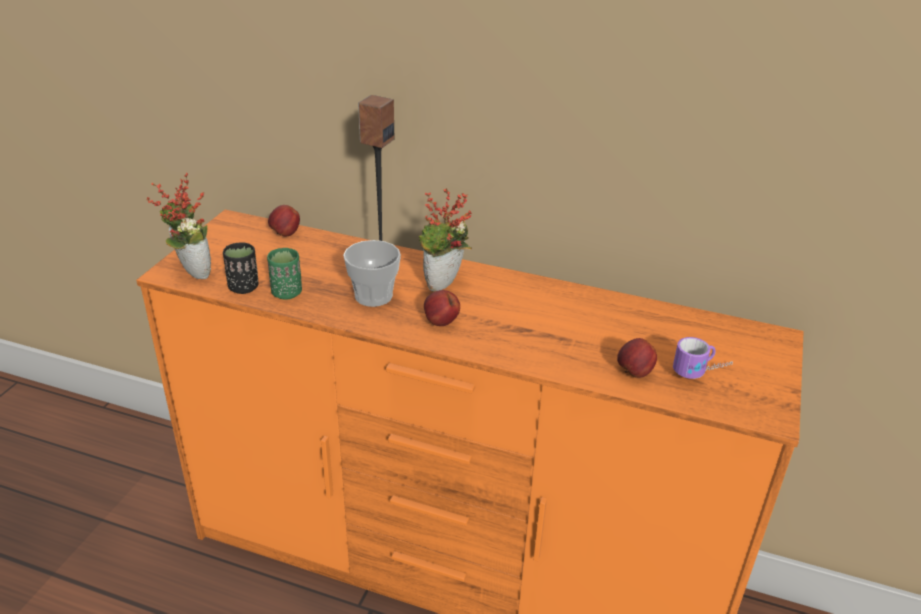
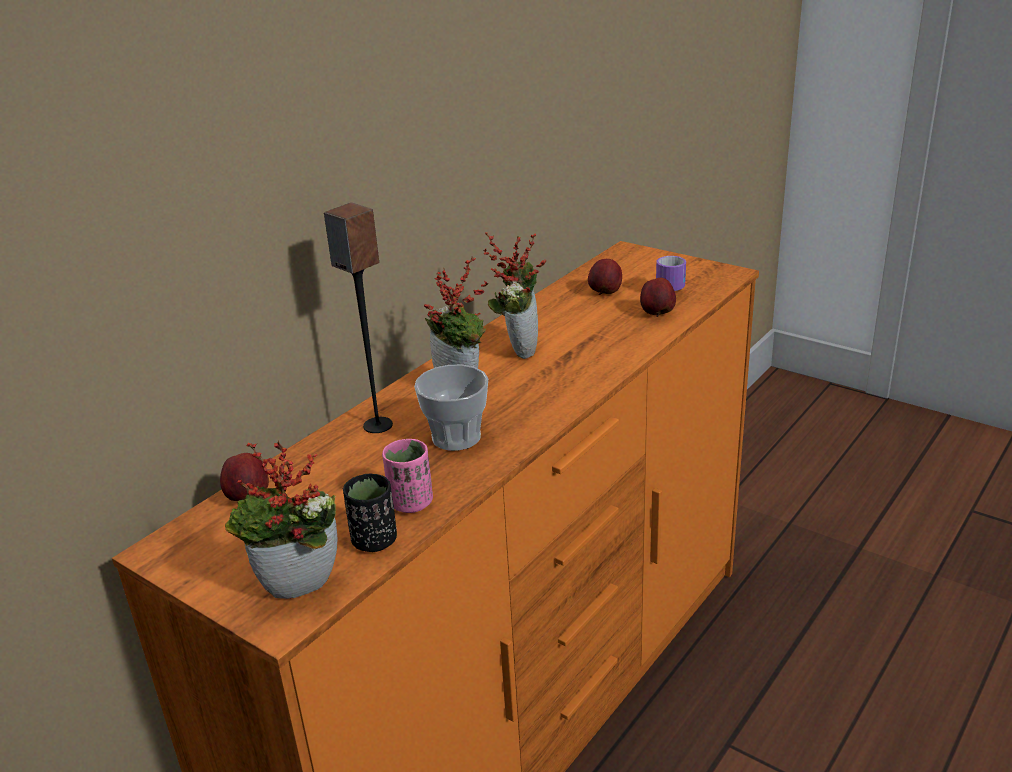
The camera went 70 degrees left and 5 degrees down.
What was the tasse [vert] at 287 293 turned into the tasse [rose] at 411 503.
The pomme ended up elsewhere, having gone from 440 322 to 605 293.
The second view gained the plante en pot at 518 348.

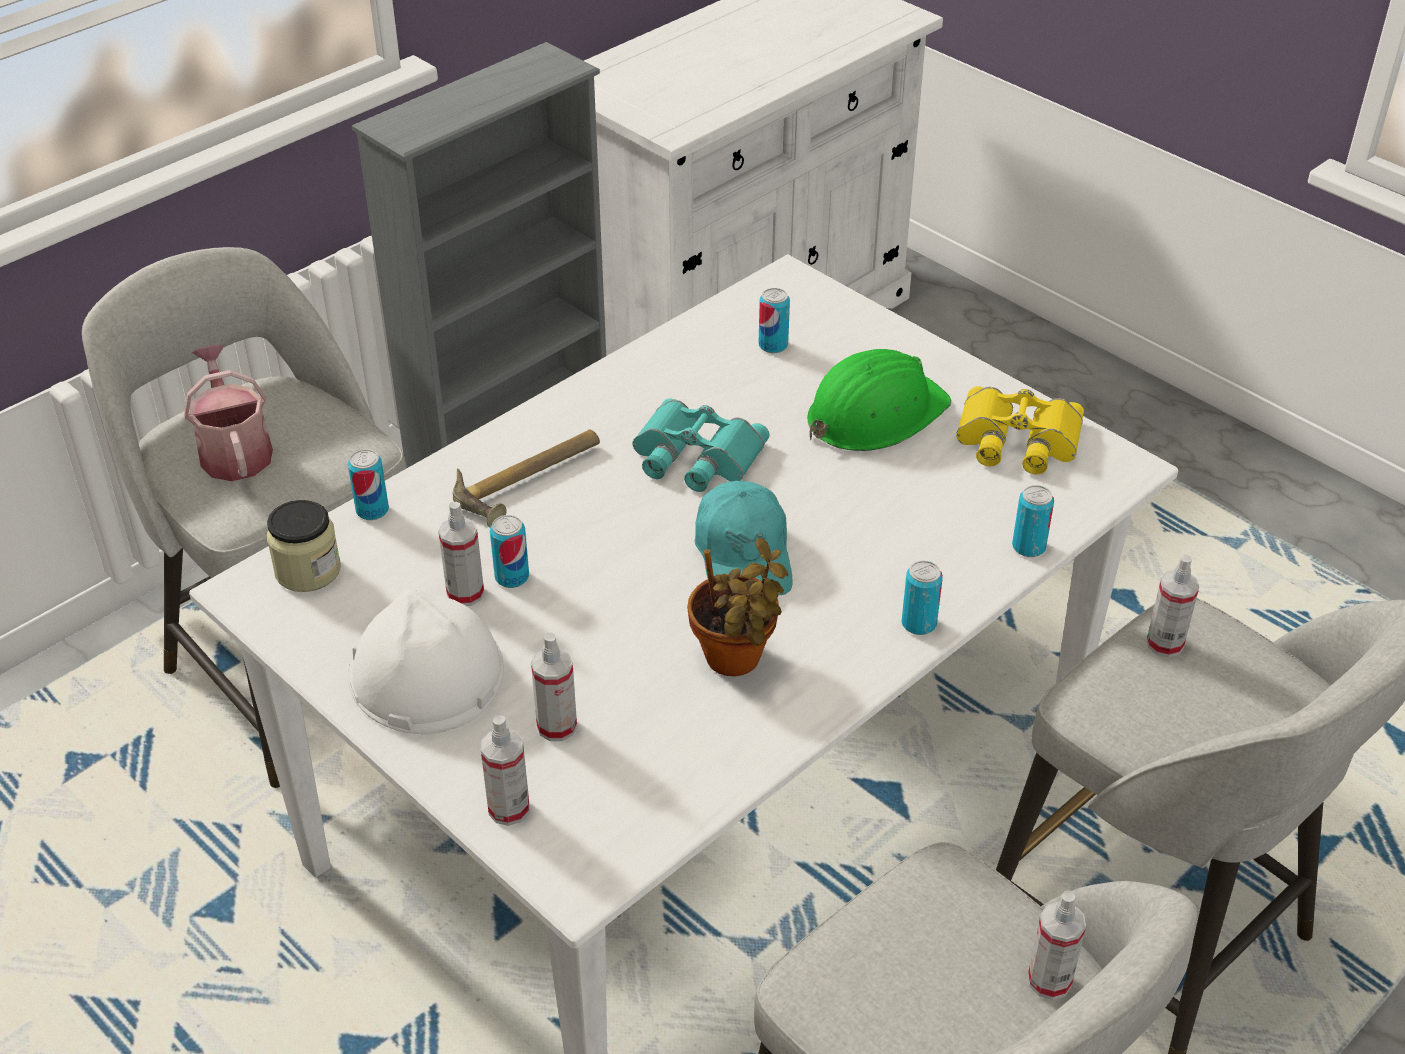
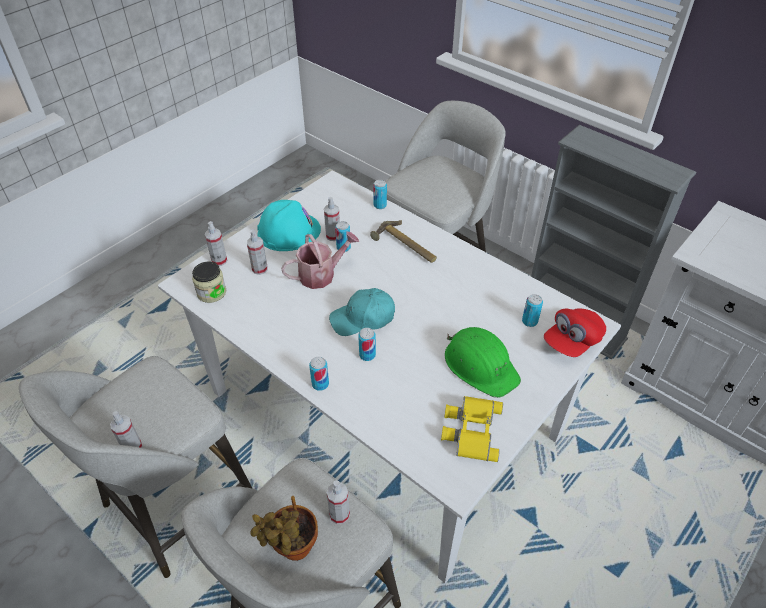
The camera went 85 degrees right and 5 degrees up.
The arrosoir ended up elsewhere, having gone from 234 450 to 321 274.
The bocal ended up elsewhere, having gone from 308 570 to 211 292.
What was the casque de chantier [blanc] at 425 673 turned into the casque de chantier [turquoise] at 288 231.
The second view lost the jumelles [turquoise] at 694 457.
The plante en pot ended up elsewhere, having gone from 736 661 to 293 548.
The boîte métallique ended up elsewhere, having gone from 1028 547 to 367 355.
The second view gained the casquette [rouge] at 572 341.

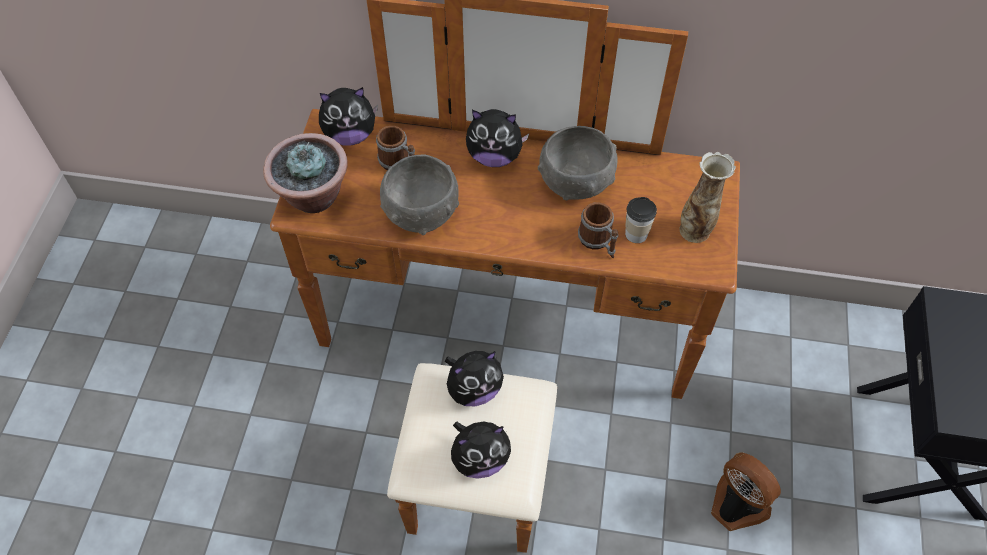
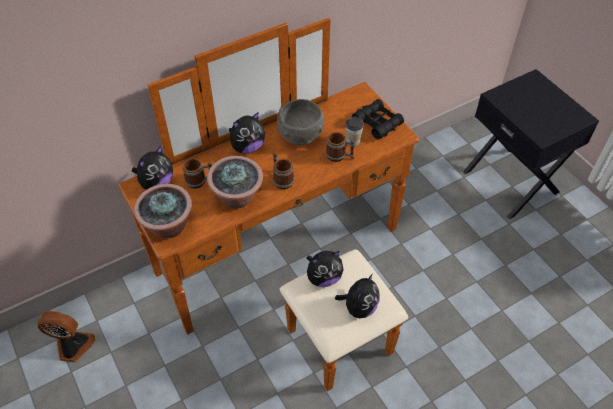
The camera went 40 degrees left and 5 degrees down.
Where the bol [gris] stood at 421 213, the plante en pot came to stand at 237 197.
The peluche at 474 389 ended up facing another way, 45 degrees clockwise from before.
Where the vase stood at 695 230, the jumelles [noir] came to stand at 377 123.
The ventilateur ended up elsewhere, having gone from 735 506 to 73 347.
The second view gained the mug at 281 179.

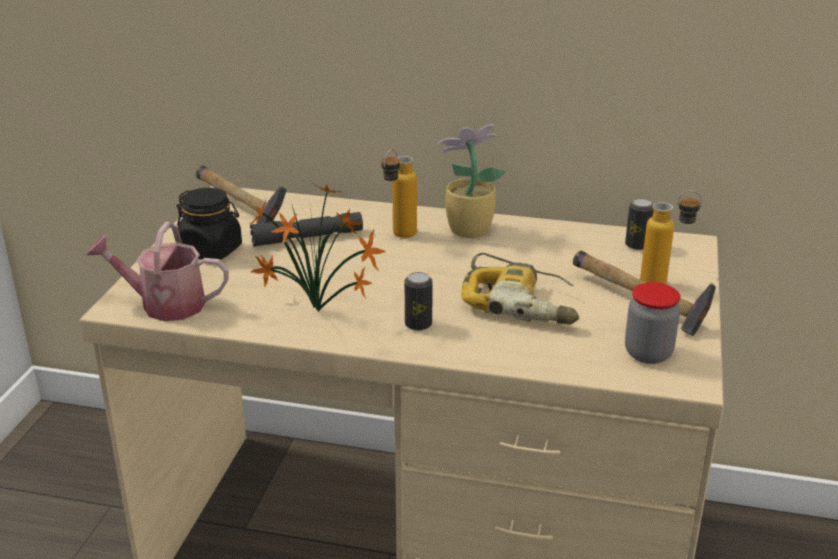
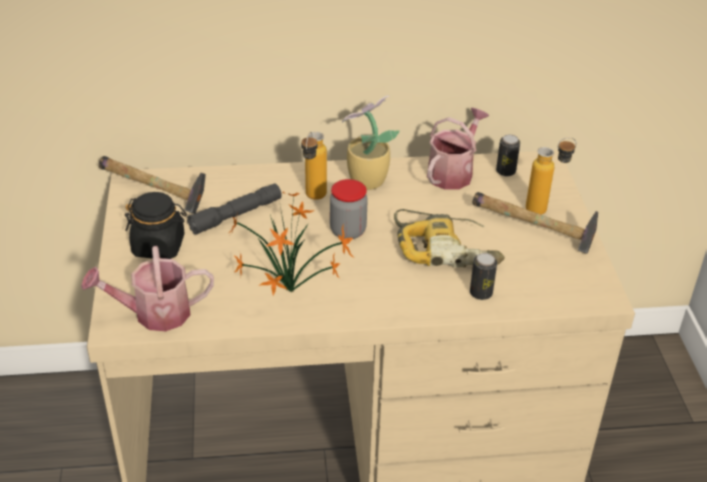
The camera went 20 degrees left and 10 degrees up.
The boîte métallique ended up elsewhere, having gone from 418 324 to 481 293.
The bocal ended up elsewhere, having gone from 648 353 to 348 231.
The second view gained the arrosoir at 453 172.

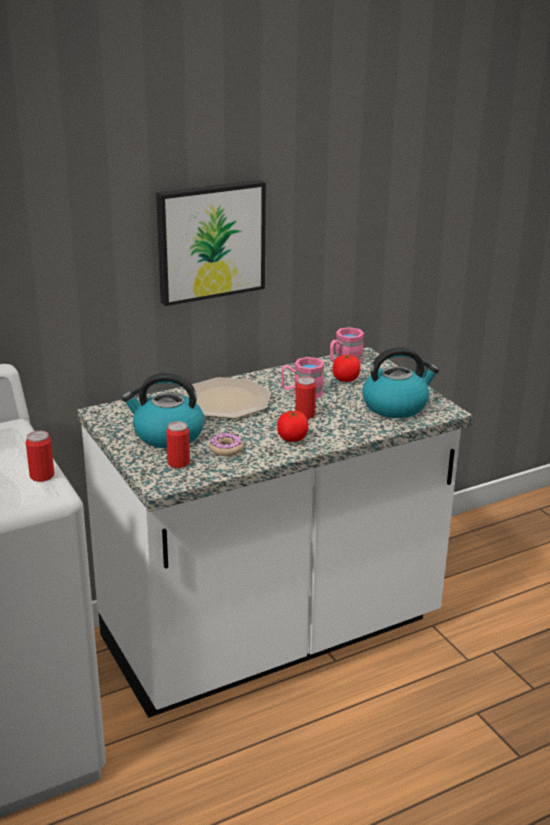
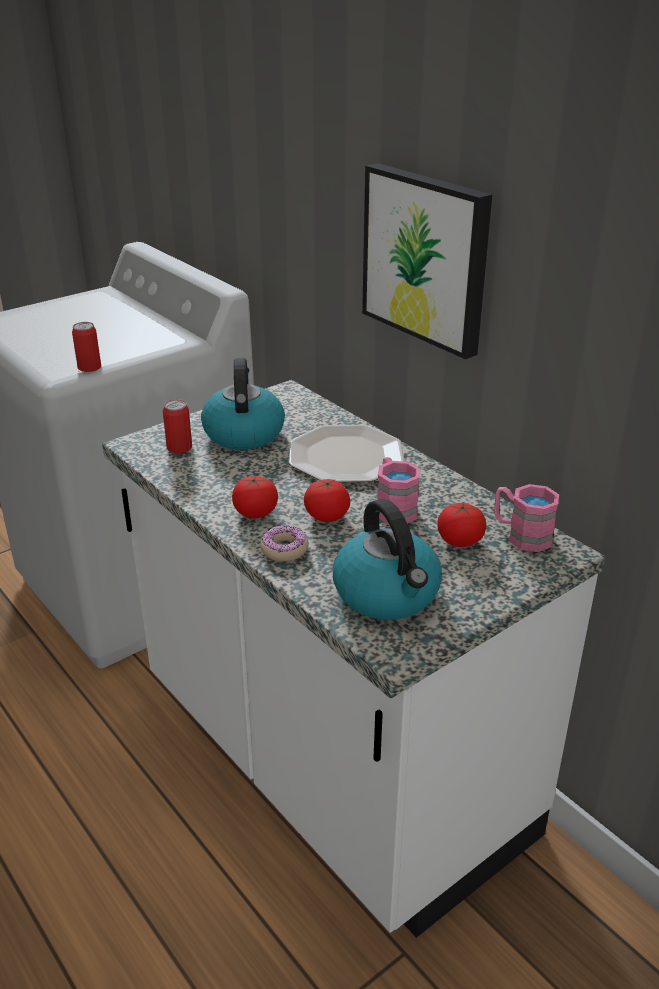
The camera went 80 degrees right and 5 degrees up.
The beignet ended up elsewhere, having gone from 226 449 to 284 549.
Where the boîte métallique stood at 305 415, the tomate came to stand at 326 516.

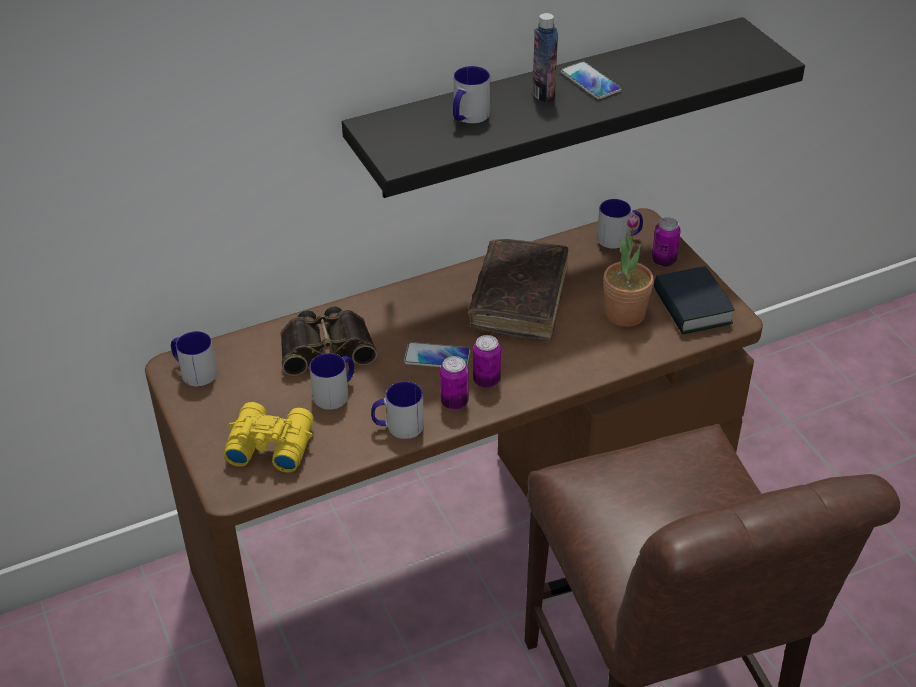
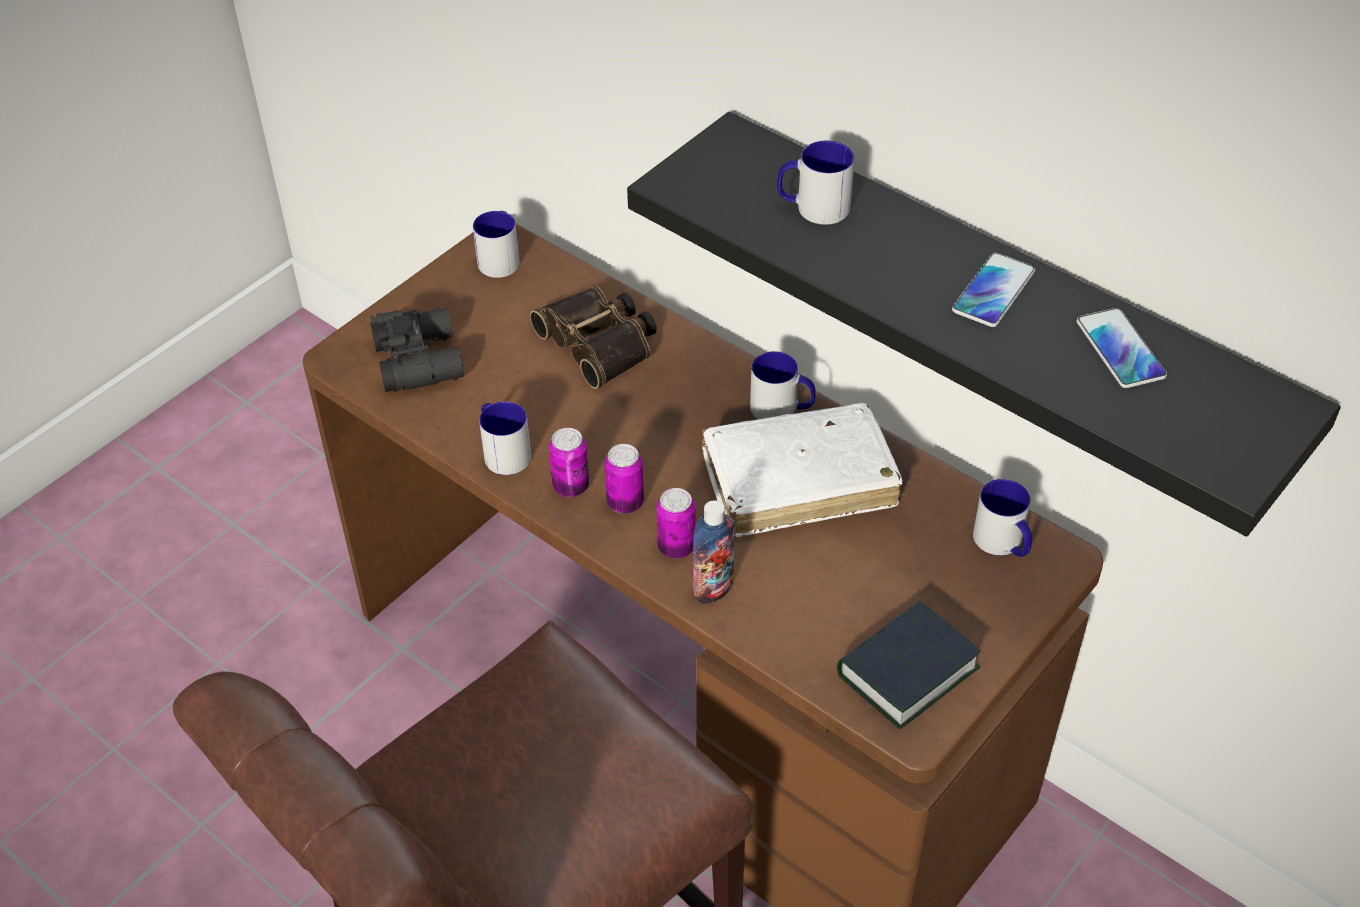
The camera went 65 degrees right and 5 degrees up.
What was the jumelles [jaune] at 269 444 turned into the jumelles [noir] at 421 359.
The mug ended up elsewhere, having gone from 336 393 to 782 409.
The téléphone ended up elsewhere, having gone from 437 357 to 1120 349.
What was the livre [marron] at 519 299 turned into the livre [blanc] at 799 481.
The bouteille ended up elsewhere, having gone from 543 94 to 713 588.
The second view lost the plante en pot at 624 314.
The boîte métallique ended up elsewhere, having gone from 663 261 to 676 547.

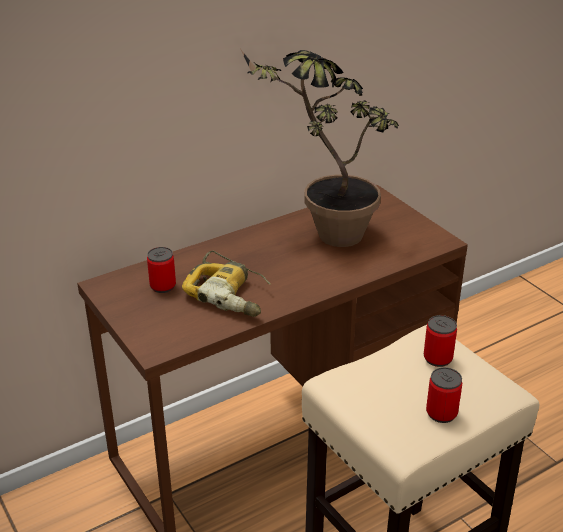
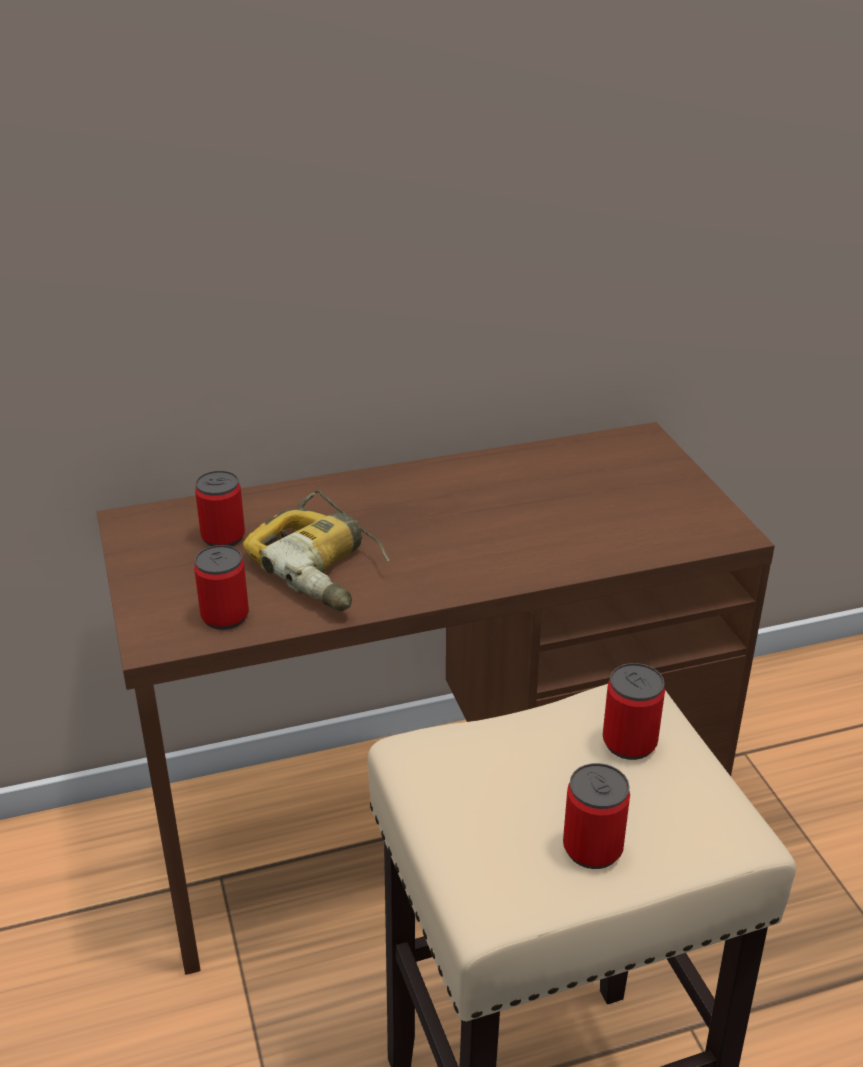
The camera went 15 degrees right and 0 degrees up.
The second view lost the plante en pot at 323 232.
The second view gained the boîte métallique at 225 616.

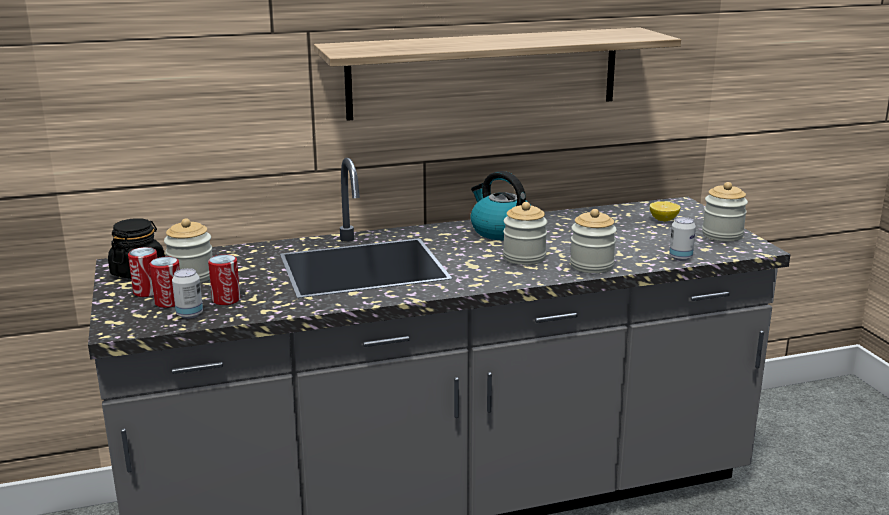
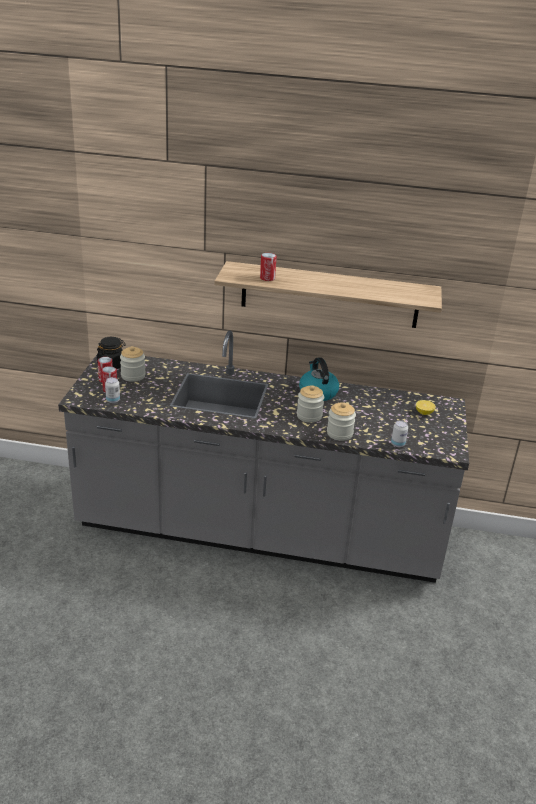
The camera went 25 degrees right and 10 degrees up.
The boîte métallique ended up elsewhere, having gone from 226 300 to 267 278.
The second view lost the bocal at 722 235.

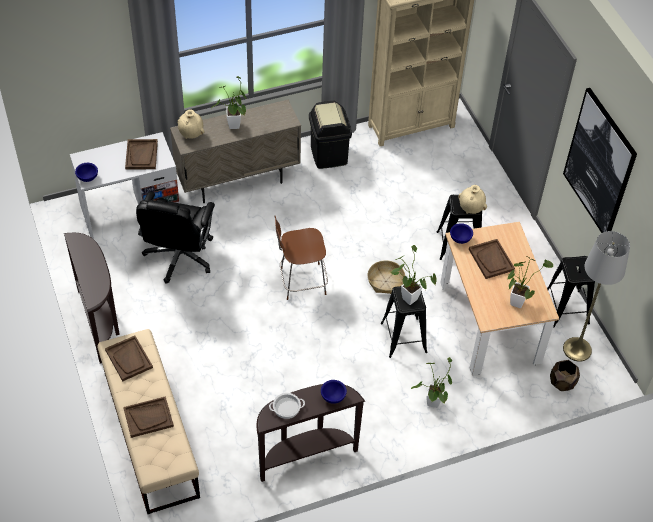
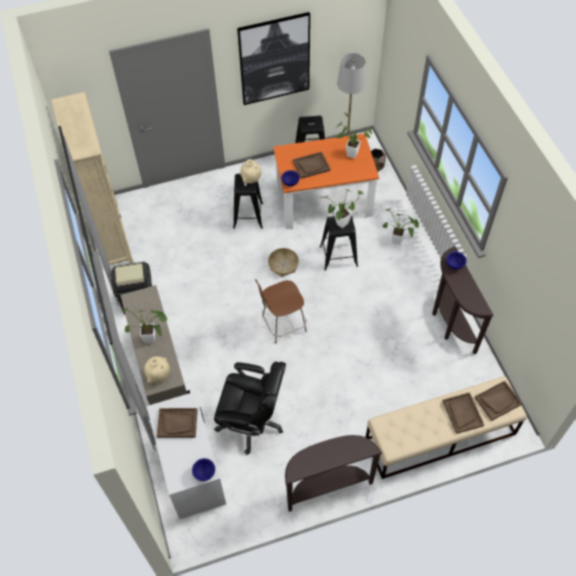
The camera went 85 degrees left and 5 degrees up.
The plateau [marron] ended up elsewhere, having gone from 129 359 to 498 401.
The second view lost the marmite at 286 408.
The chaise [marron] at 301 281 ended up facing another way, 75 degrees clockwise from before.
What was the table à manger [beige] at 489 322 turned into the table à manger [orange] at 323 202.

